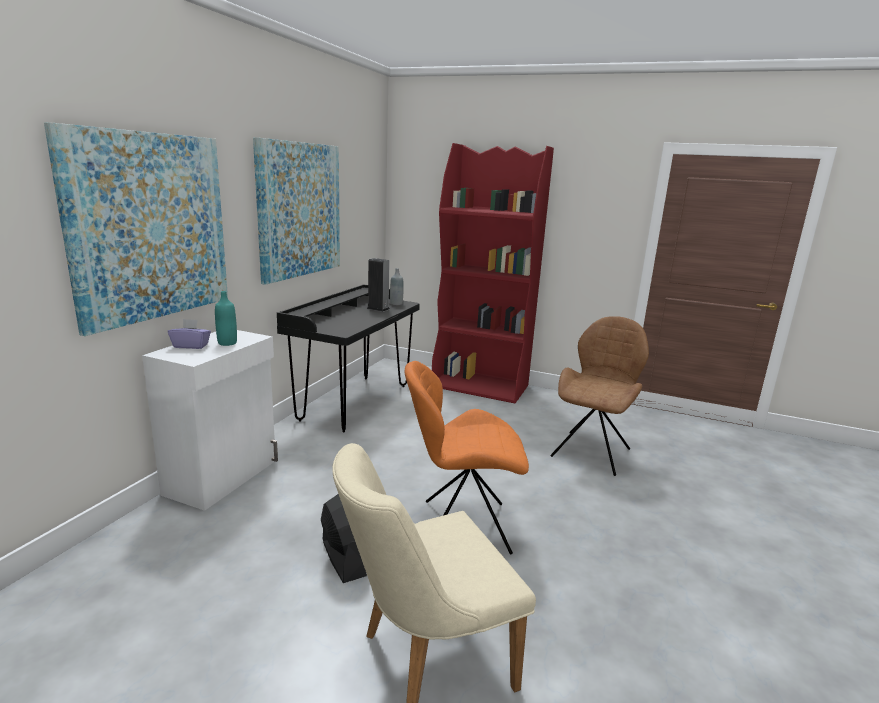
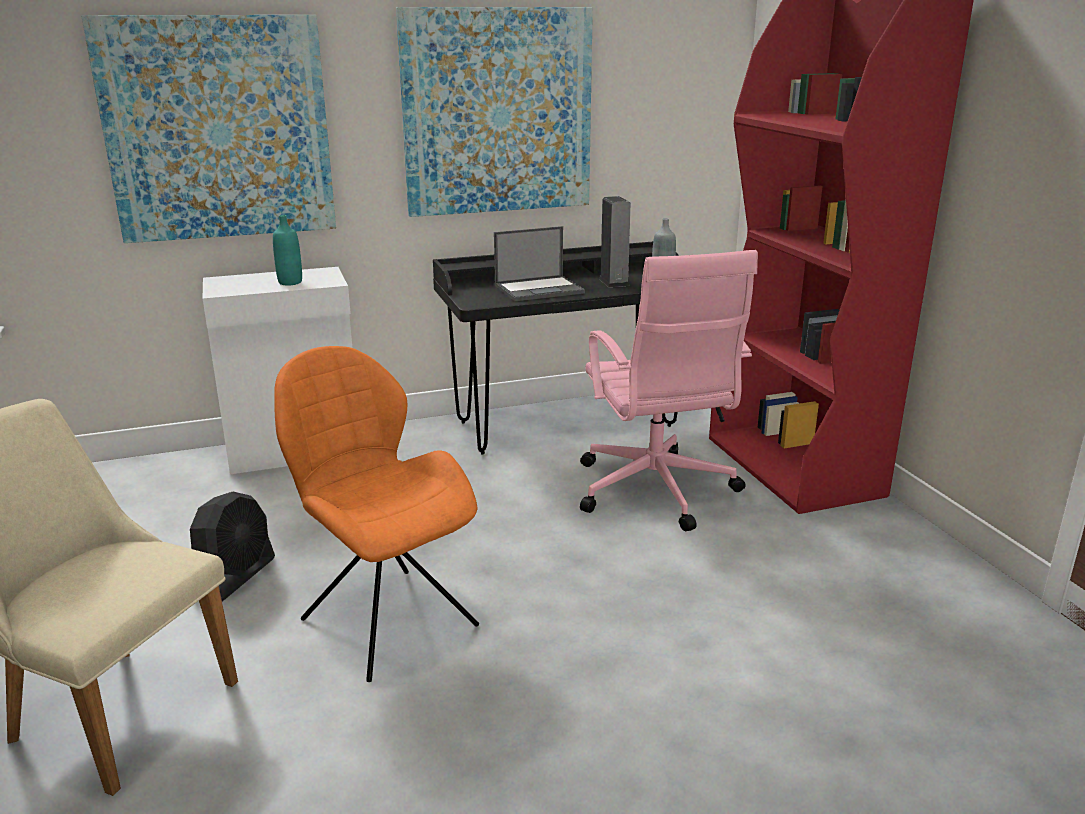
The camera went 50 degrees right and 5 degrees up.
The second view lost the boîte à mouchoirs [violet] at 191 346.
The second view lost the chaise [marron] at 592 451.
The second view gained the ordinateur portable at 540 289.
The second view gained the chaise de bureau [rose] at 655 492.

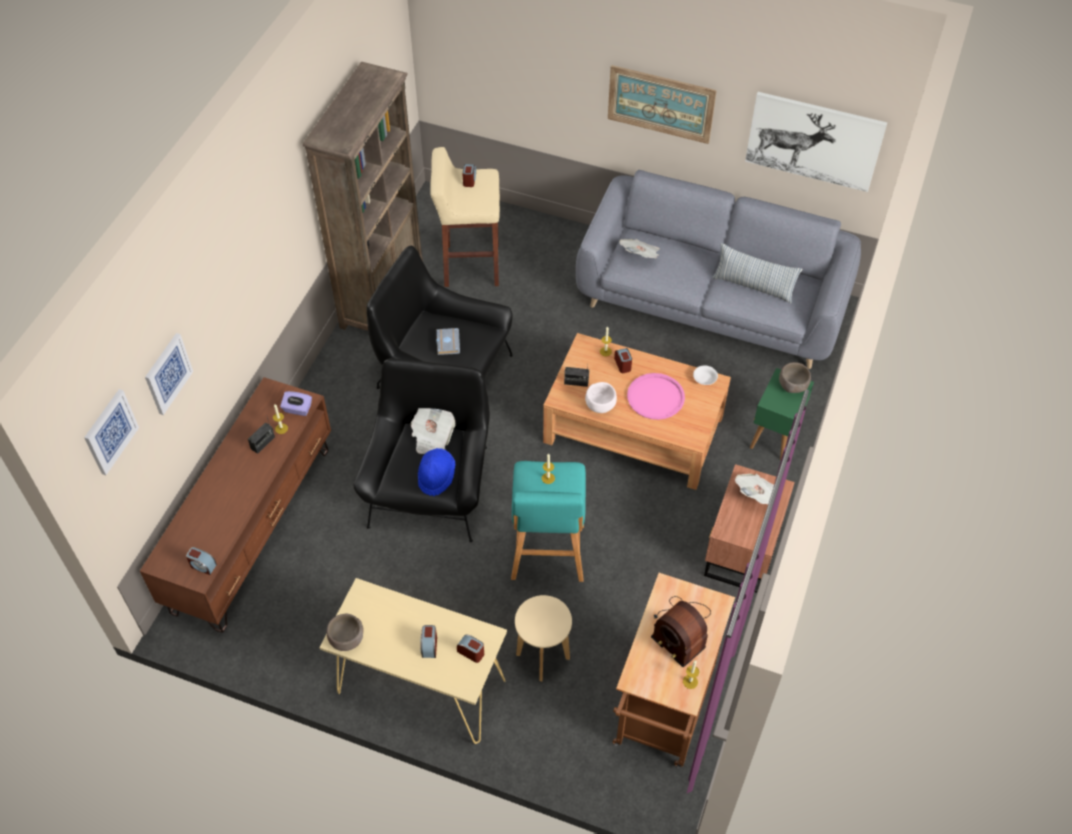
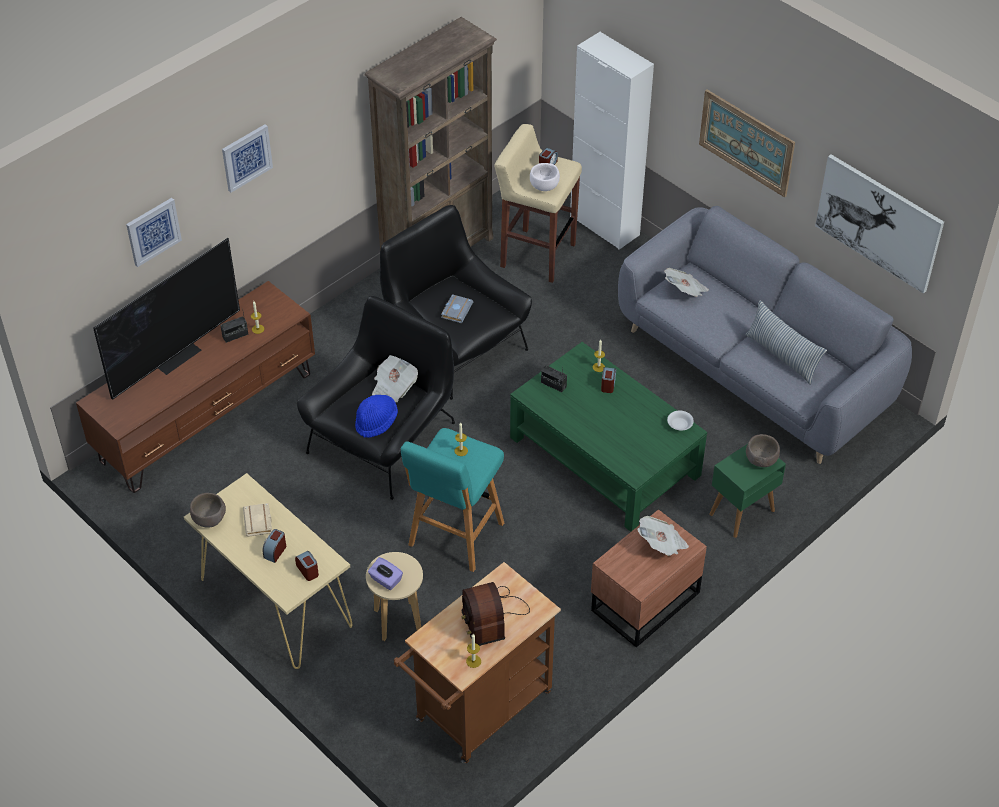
The camera went 25 degrees right and 5 degrees down.
The tableau ended up elsewhere, having gone from 110 431 to 246 157.
The second view lost the réveil at 202 566.
The boîte à mouchoirs [violet] ended up elsewhere, having gone from 297 409 to 385 580.
What was the table basse [marron] at 634 429 turned into the table basse [vert] at 605 457.
The bol [blanc] ended up elsewhere, having gone from 600 406 to 544 186.
The second view lost the plateau [rose] at 655 397.
The second view gained the téléviseur at 176 355.
The second view gained the livre [beige] at 259 522.
The second view gained the meuble de rangement [blanc] at 604 225.

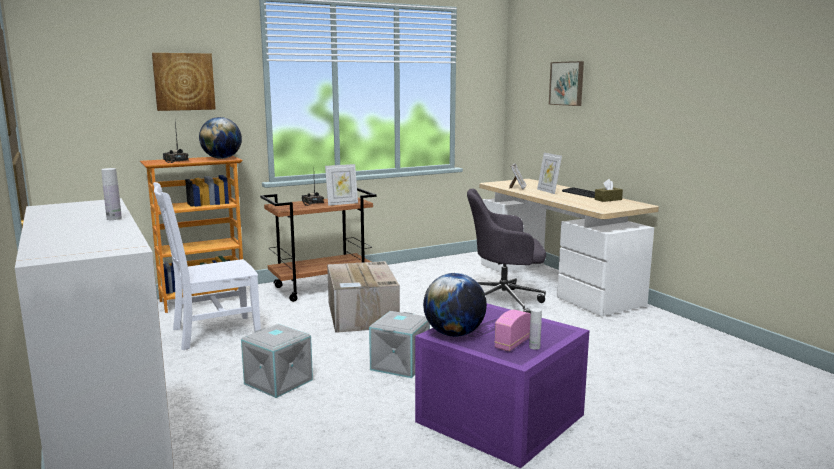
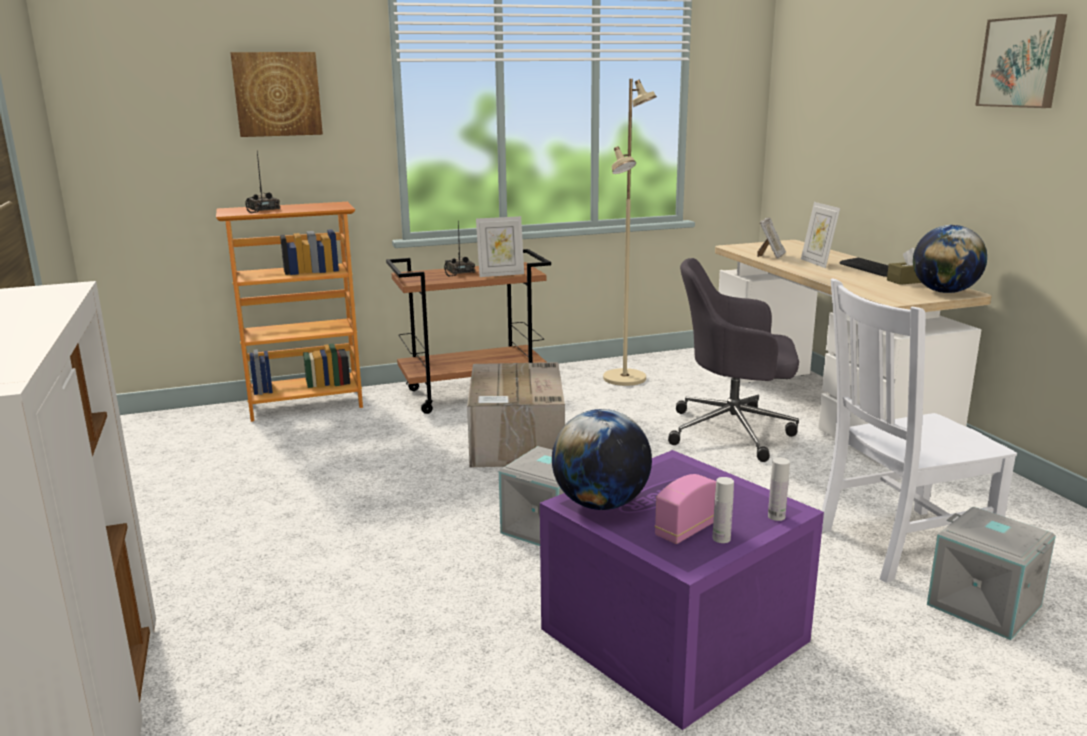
The camera went 10 degrees right and 5 degrees up.
The bouteille [blanc] ended up elsewhere, having gone from 114 218 to 776 516.
The chaise [blanc] ended up elsewhere, having gone from 212 333 to 898 544.
The globe ended up elsewhere, having gone from 222 158 to 944 292.
The boîte de rangement [gris] ended up elsewhere, having gone from 277 382 to 982 606.
The tableau ended up elsewhere, having gone from 567 83 to 1022 62.
The second view gained the lampadaire [beige] at 625 378.

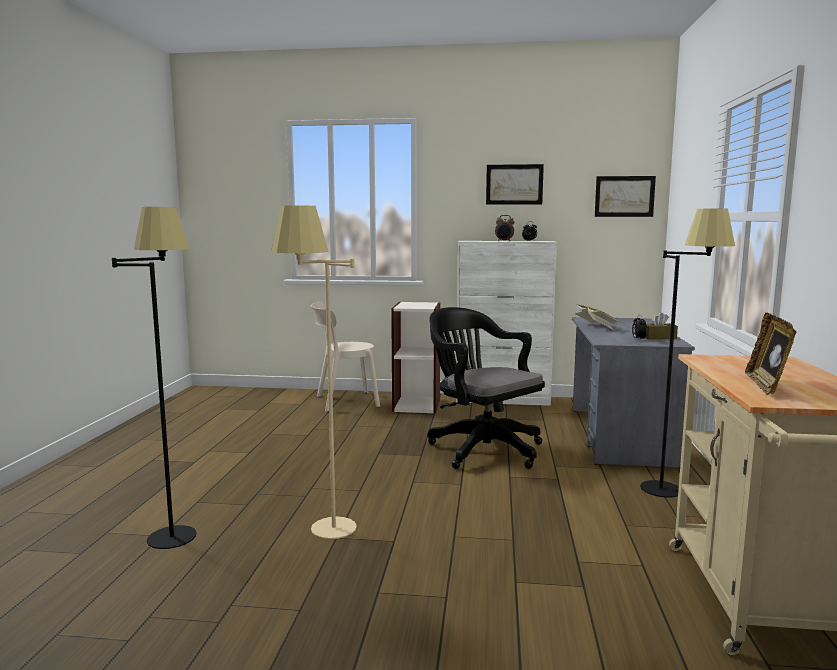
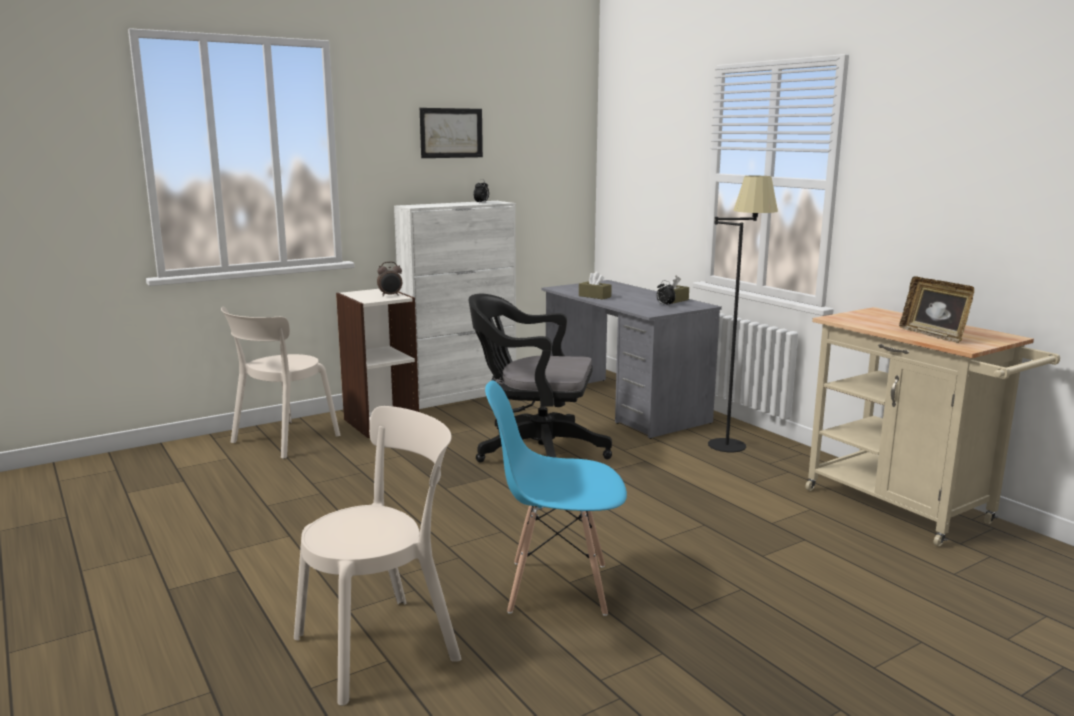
The camera went 40 degrees left and 5 degrees up.
Where the lampadaire [noir] stood at 175 527, the chaise [beige] came to stand at 384 645.
Where the lampadaire [beige] stood at 322 537, the chaise [bleu] came to stand at 556 587.
The réveil ended up elsewhere, having gone from 504 241 to 390 295.
Where the livre stood at 595 326, the boîte à mouchoirs [marron] came to stand at 594 296.
The second view lost the tableau at 624 196.

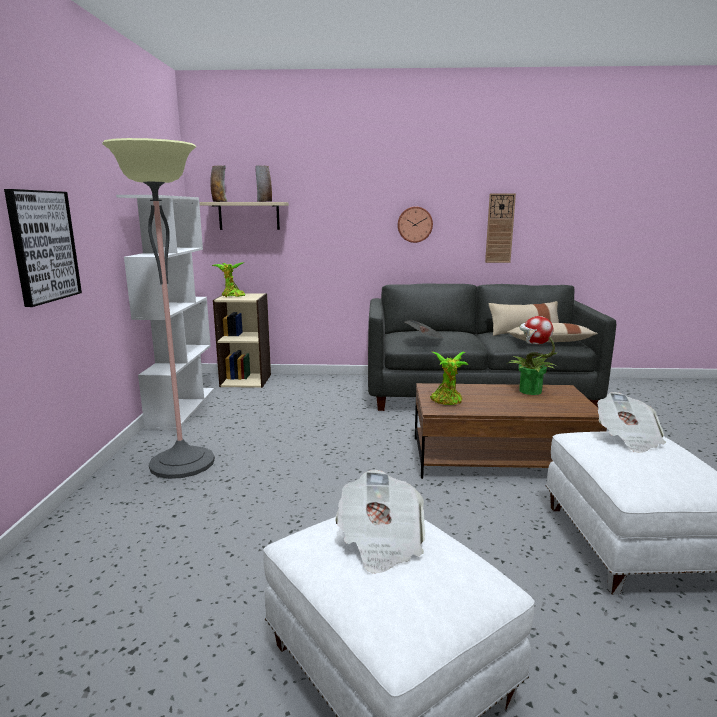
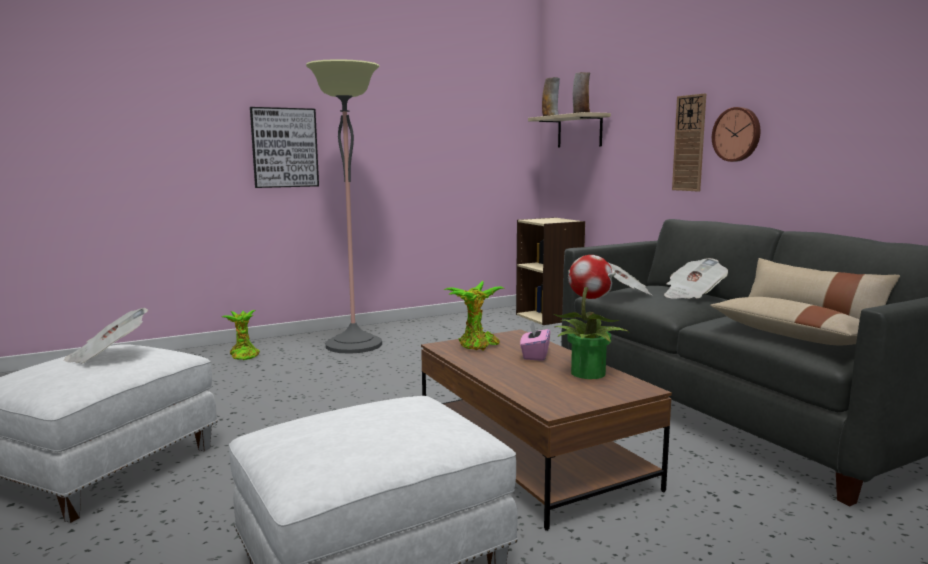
The camera went 60 degrees right and 5 degrees down.
The second view lost the bibliothèque [blanc] at 182 407.
The plante en pot ended up elsewhere, having gone from 232 296 to 243 355.
The horloge murale ended up elsewhere, having gone from 499 228 to 689 143.
The journal ended up elsewhere, having gone from 628 438 to 692 295.
The second view gained the boîte à mouchoirs [rose] at 535 355.

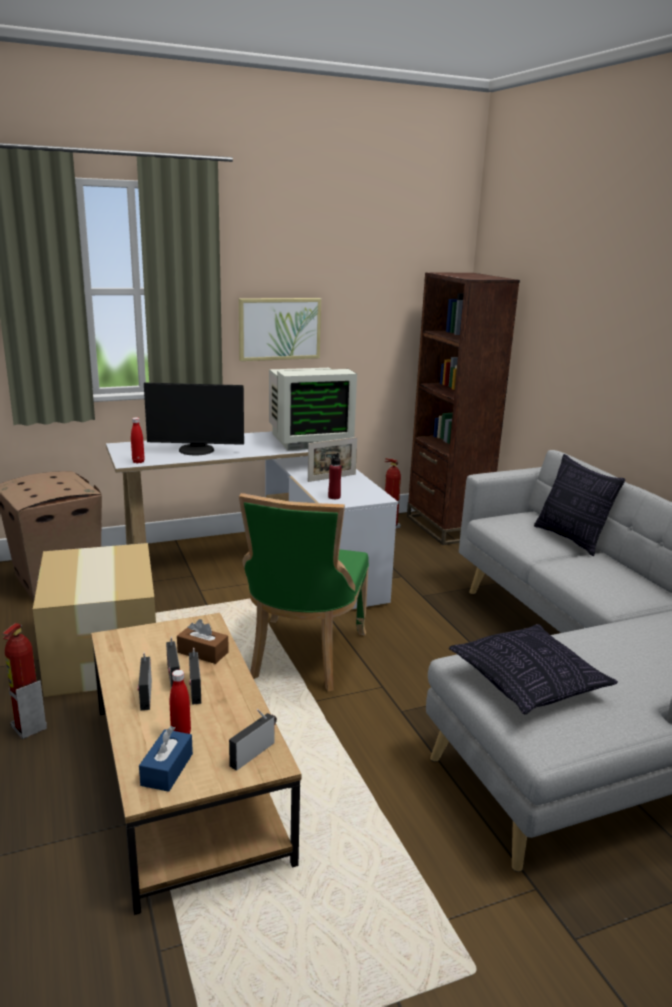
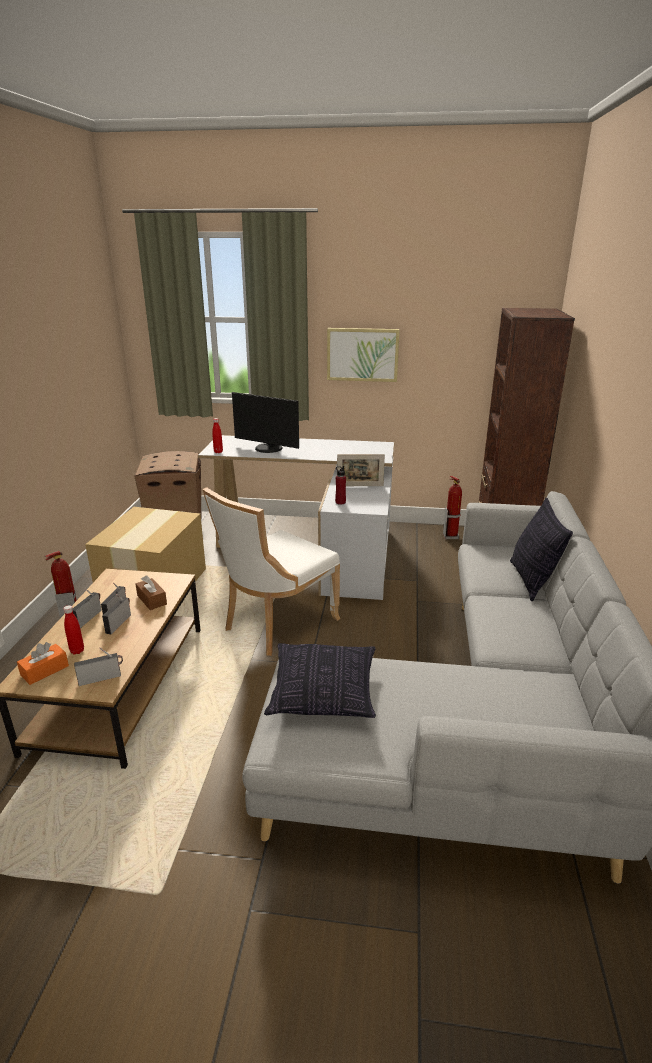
The camera went 30 degrees right and 5 degrees up.
What was the boîte à mouchoirs [bleu] at 167 769 turned into the boîte à mouchoirs [orange] at 45 670.
What was the chaise [vert] at 303 657 turned into the chaise [blanc] at 276 624.
The second view lost the écran d'ordinateur at 307 440.

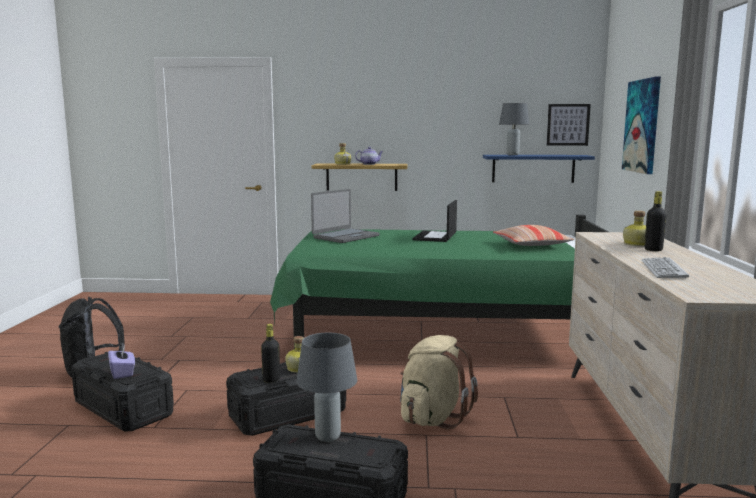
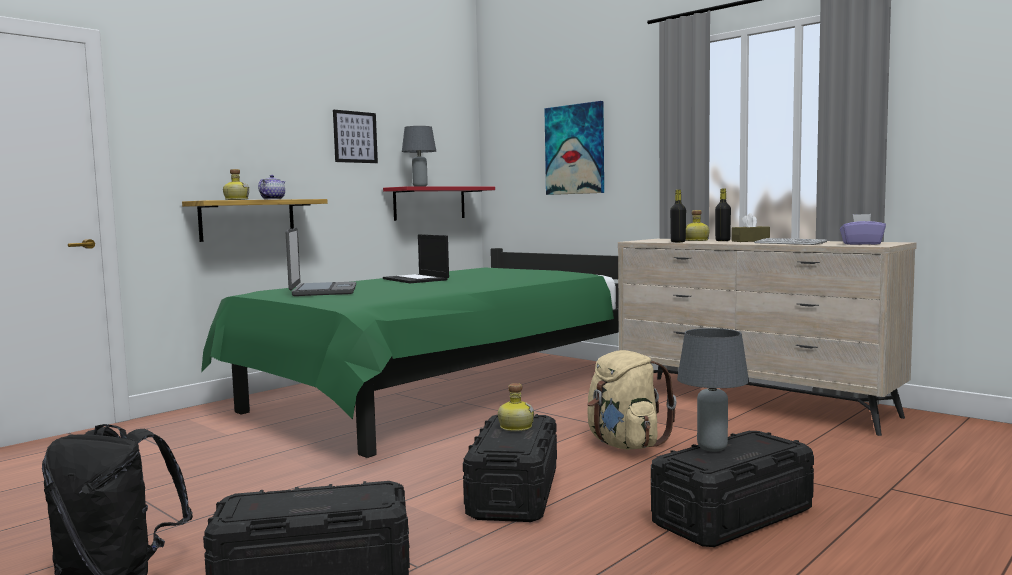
The camera went 50 degrees left and 5 degrees down.
The boîte à mouchoirs [violet] ended up elsewhere, having gone from 122 373 to 861 244.
The bouteille [noir] ended up elsewhere, having gone from 271 379 to 678 242.
What was the étagère [bleu] at 533 168 turned into the étagère [rouge] at 429 203.
The second view lost the coussin at 531 245.
The tableau ended up elsewhere, having gone from 568 124 to 355 137.
The second view gained the boîte à mouchoirs [marron] at 750 241.

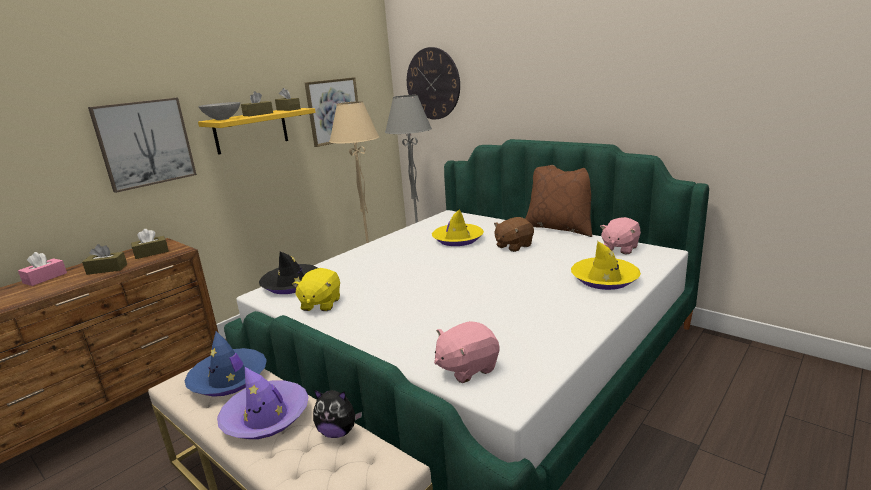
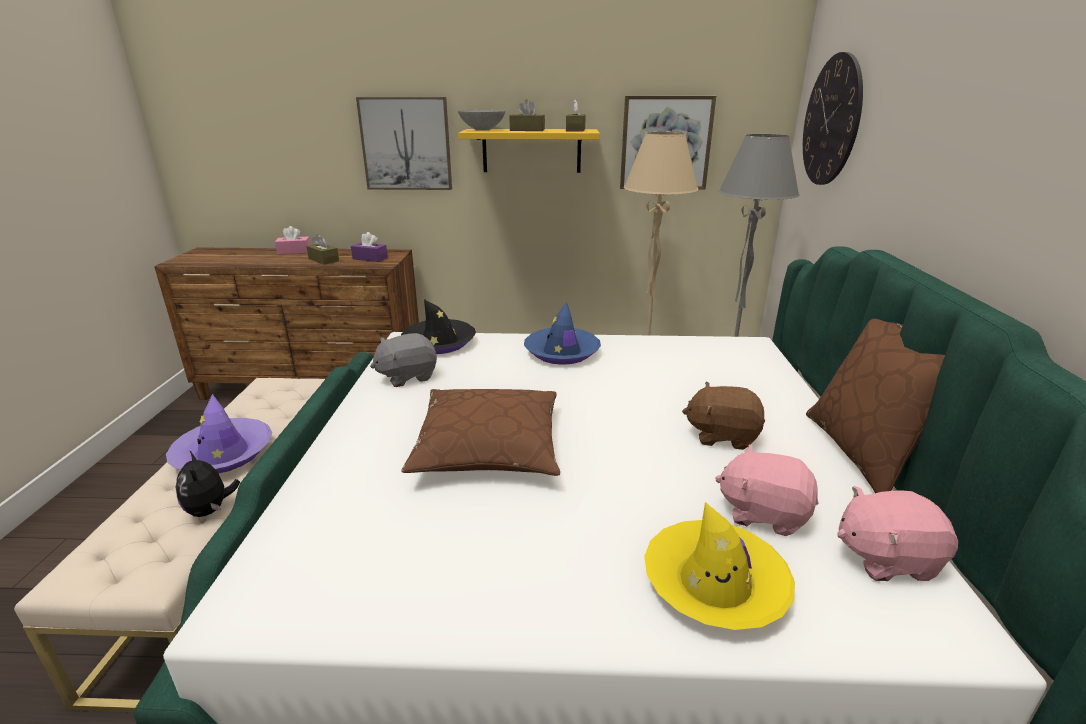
The camera went 50 degrees right and 5 degrees up.
What was the boîte à mouchoirs [marron] at 151 253 turned into the boîte à mouchoirs [violet] at 370 258.
The chapeau [bleu] ended up elsewhere, having gone from 229 379 to 562 352.
What was the peluche [jaune] at 320 304 turned into the peluche [gris] at 407 376.
The second view lost the chapeau [jaune] at 457 239.
The peluche [rose] ended up elsewhere, having gone from 467 368 to 763 513.
The second view gained the coussin [marron] at 488 446.

